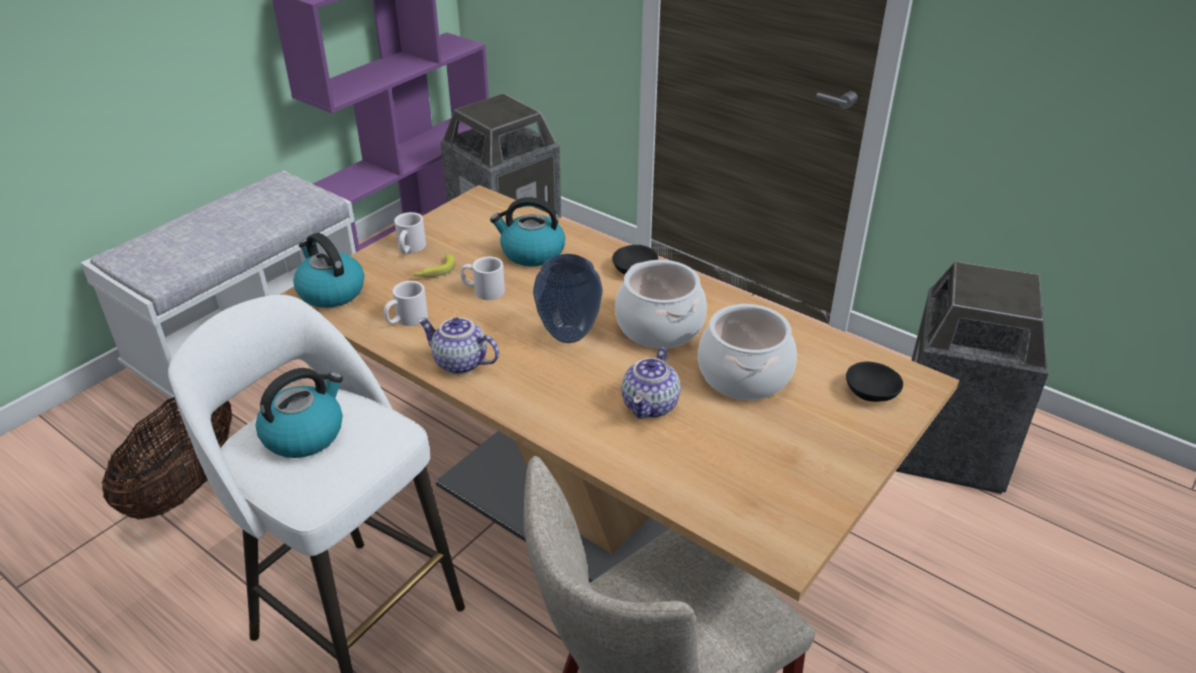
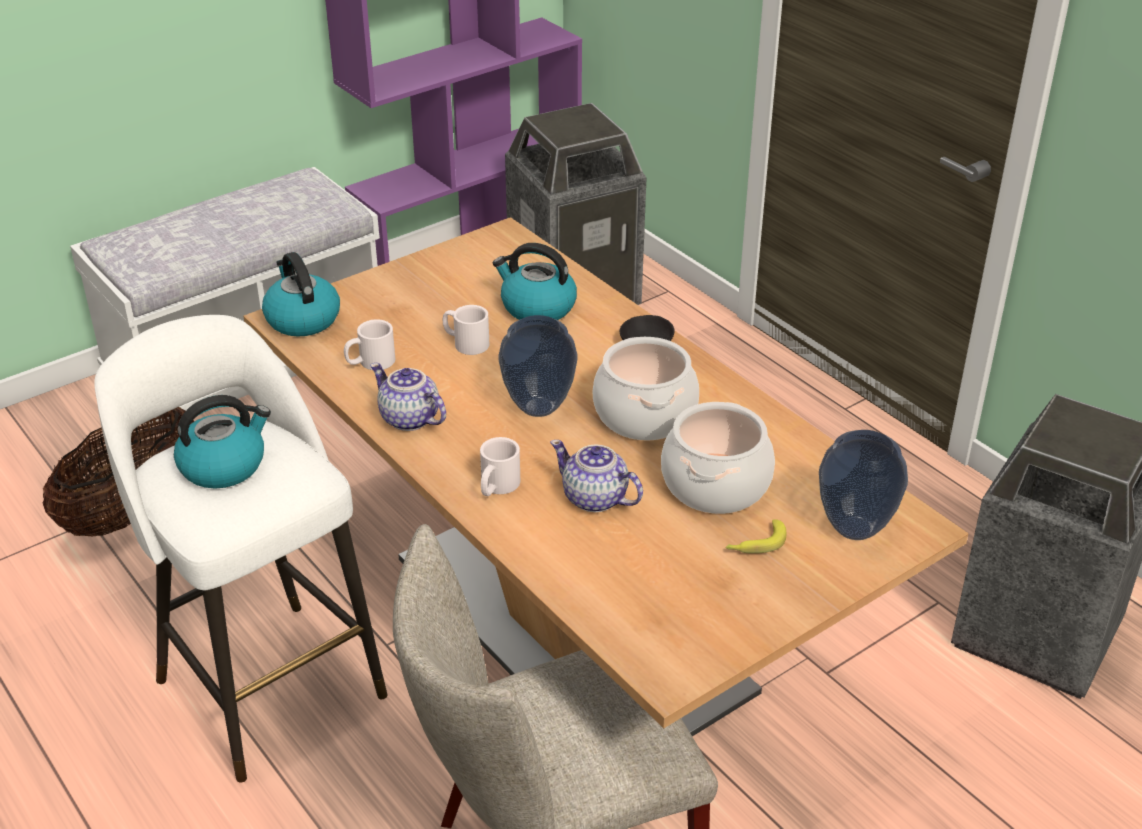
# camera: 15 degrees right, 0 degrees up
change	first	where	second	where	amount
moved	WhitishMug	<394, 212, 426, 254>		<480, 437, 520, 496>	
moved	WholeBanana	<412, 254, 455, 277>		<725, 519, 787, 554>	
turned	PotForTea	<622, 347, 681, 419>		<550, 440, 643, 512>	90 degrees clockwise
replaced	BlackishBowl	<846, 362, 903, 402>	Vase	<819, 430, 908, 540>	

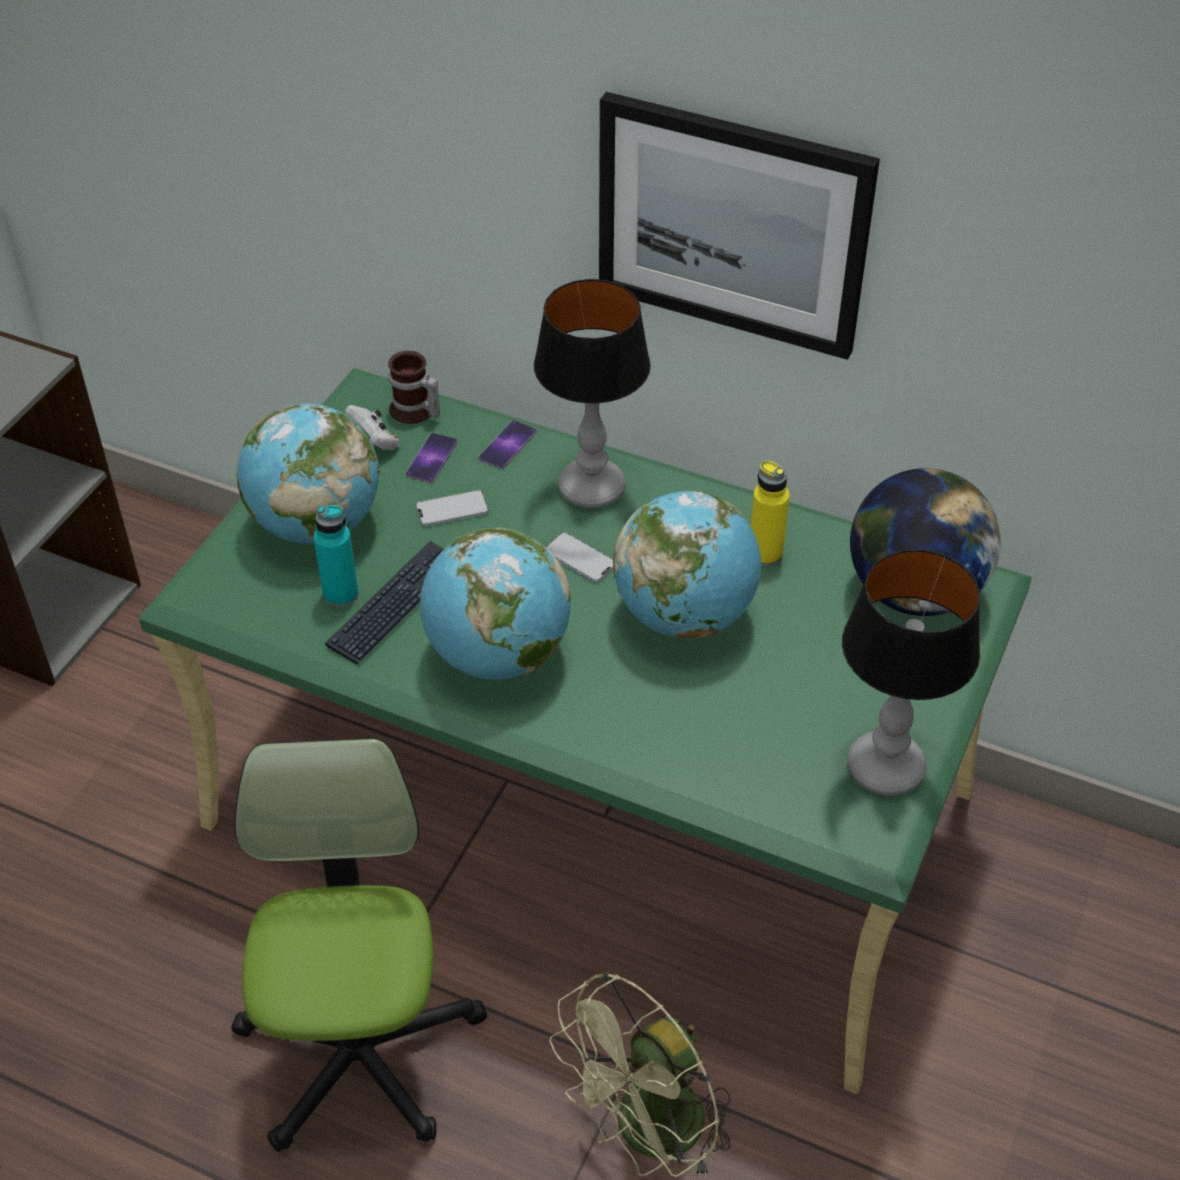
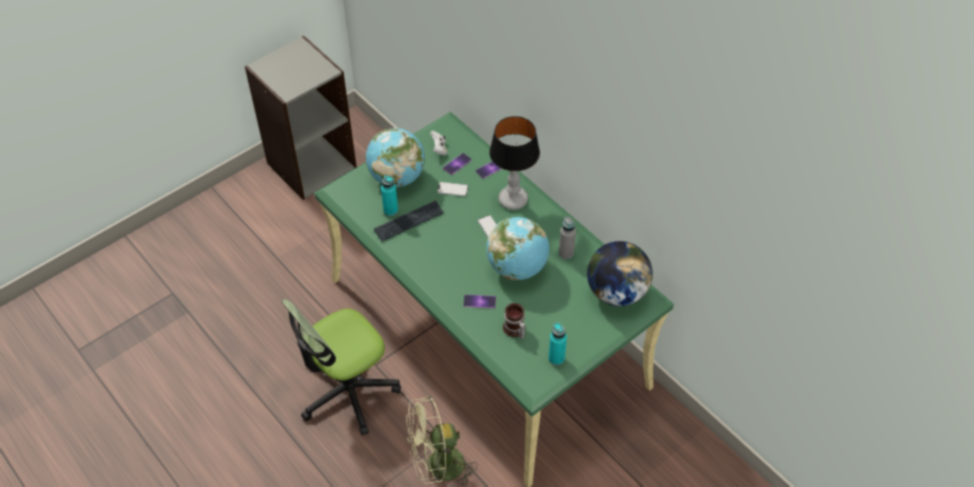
# camera: 25 degrees right, 5 degrees up
change	first	where	second	where	amount
turned	DeskChair	<231, 738, 487, 1152>		<282, 299, 401, 435>	150 degrees counterclockwise
moved	Mug	<388, 351, 440, 424>		<503, 303, 525, 339>	
removed	Globe	<420, 528, 571, 680>			
removed	WallPicture	<599, 92, 880, 360>			
recoloured	YellowishDrinkBottle	<751, 460, 790, 566>	GreyDrinkBottle	<559, 216, 576, 260>	
replaced	TableLamp	<842, 549, 981, 796>	BlueGreenDrinkBottle	<548, 322, 567, 365>	
added			Telephone	<463, 294, 496, 308>	

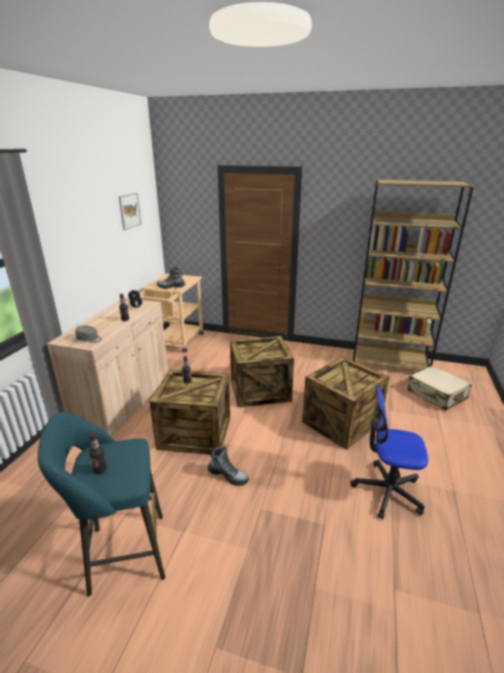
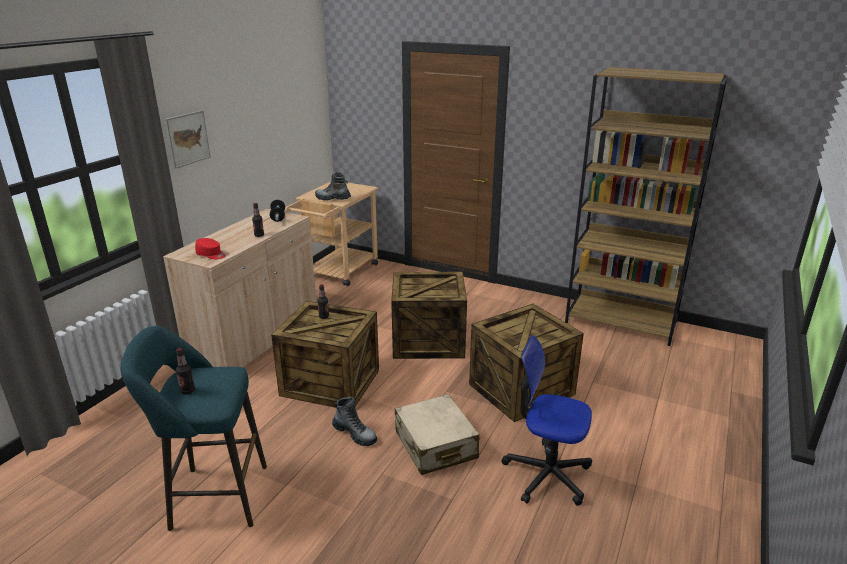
# camera: 10 degrees right, 0 degrees up
change	first	where	second	where	amount
recoloured	GreyPeakedCap	<75, 325, 102, 343>	RedPeakedCap	<195, 238, 225, 259>	
moved	WallPicture	<119, 193, 142, 230>		<165, 110, 211, 169>	
moved	BeigeTravelCase	<408, 366, 472, 411>		<395, 394, 480, 475>	

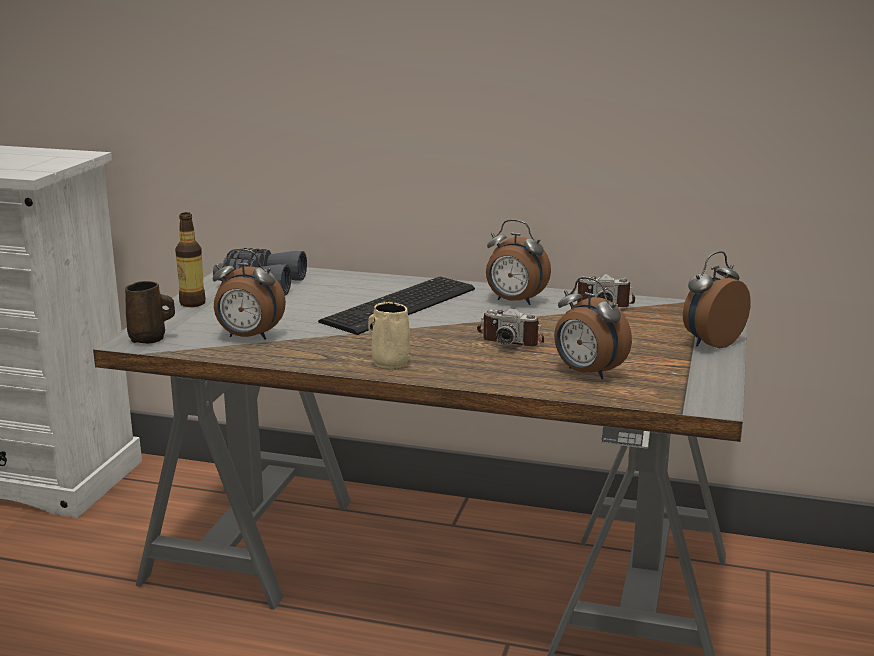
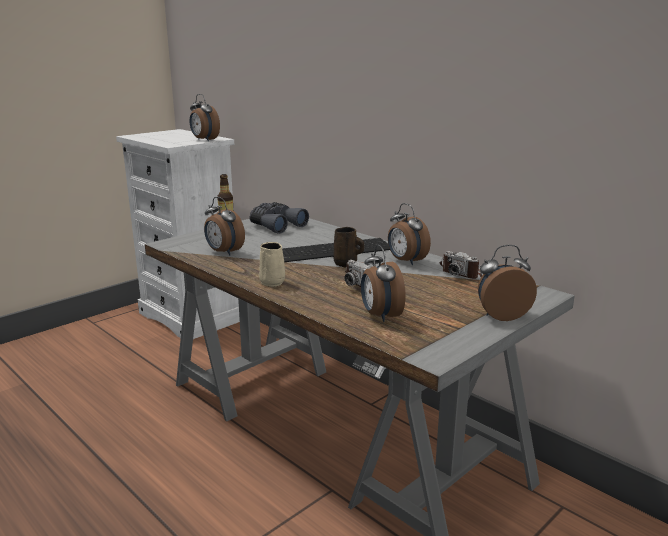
# camera: 30 degrees right, 0 degrees up
change	first	where	second	where	amount
moved	BrownMug	<125, 281, 175, 344>		<334, 227, 364, 268>	
added			BedsideClock	<190, 94, 220, 141>	

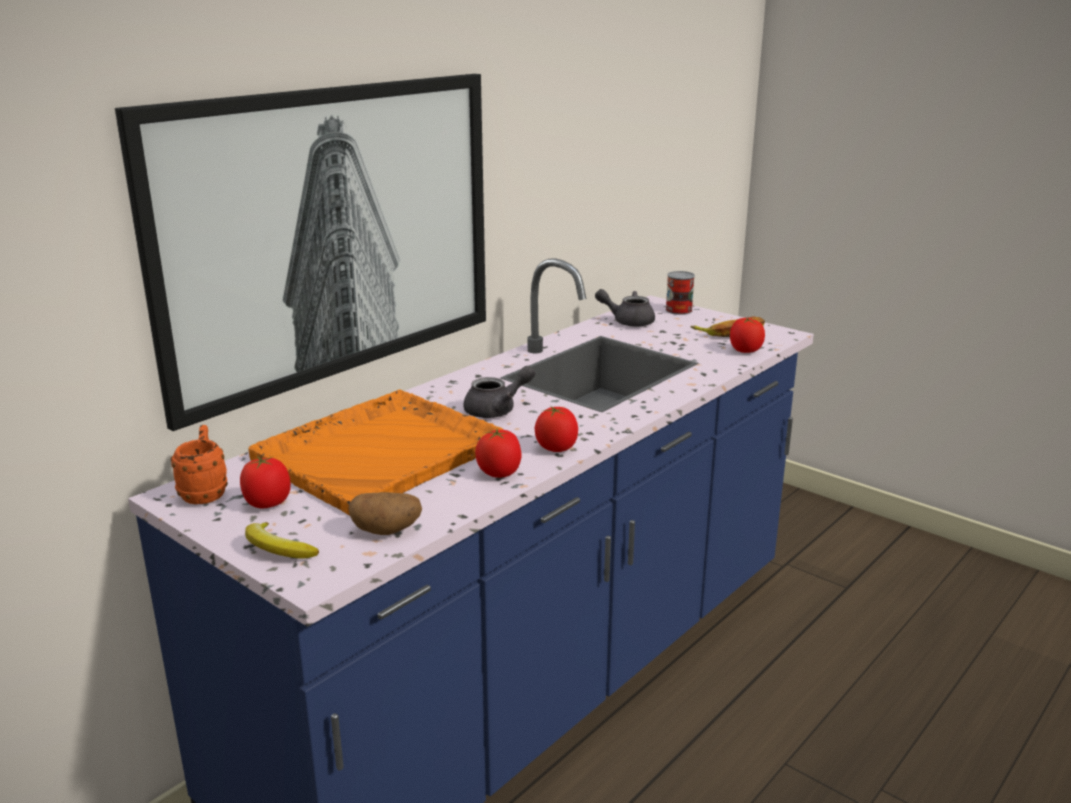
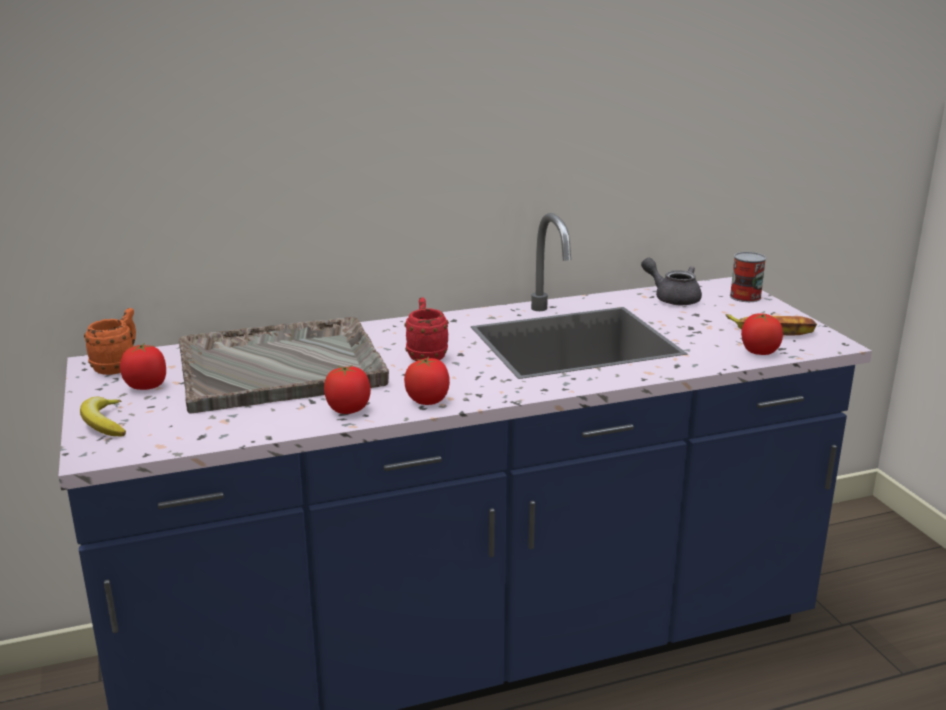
# camera: 30 degrees right, 0 degrees up
change	first	where	second	where	amount
removed	WallPicture	<115, 74, 486, 431>			
recoloured	OrangeColouredTray	<248, 389, 504, 515>	GreyTray	<179, 316, 389, 413>	
removed	WholePotato	<348, 492, 422, 535>			
replaced	GreyPotForTea	<463, 366, 535, 418>	RedMug	<405, 297, 449, 361>	

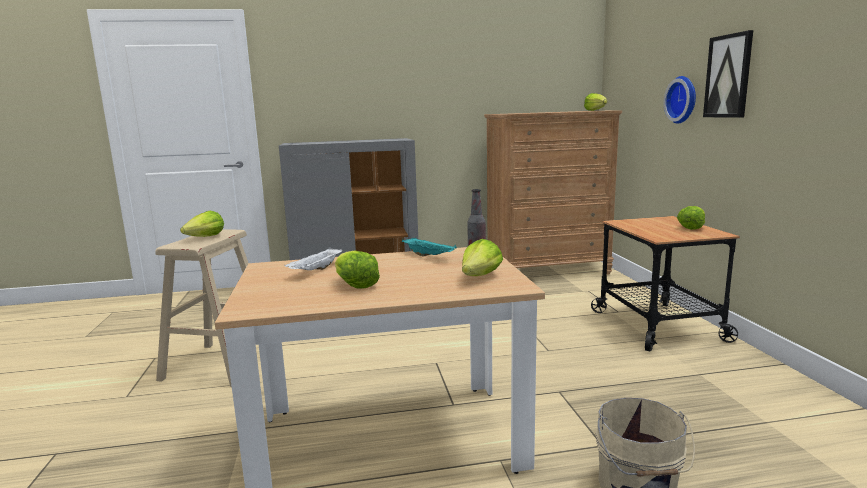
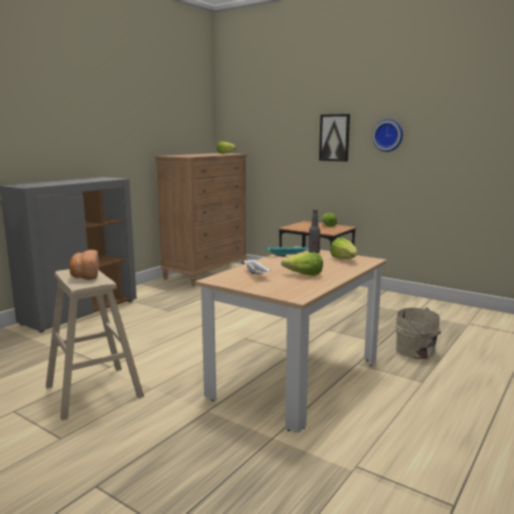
# camera: 45 degrees left, 0 degrees up
change	first	where	second	where	amount
replaced	HeadOfLettuce	<180, 210, 224, 237>	BakeryBread	<69, 250, 99, 280>	
moved	ClockOnTheWall	<664, 76, 696, 124>		<372, 119, 403, 152>	

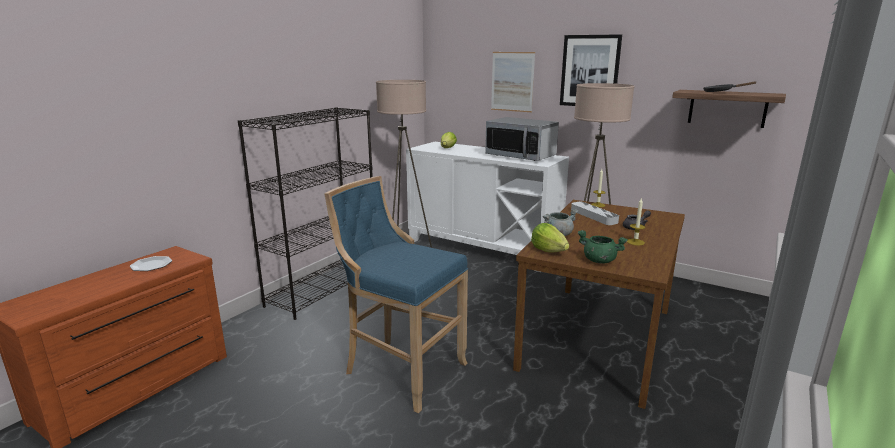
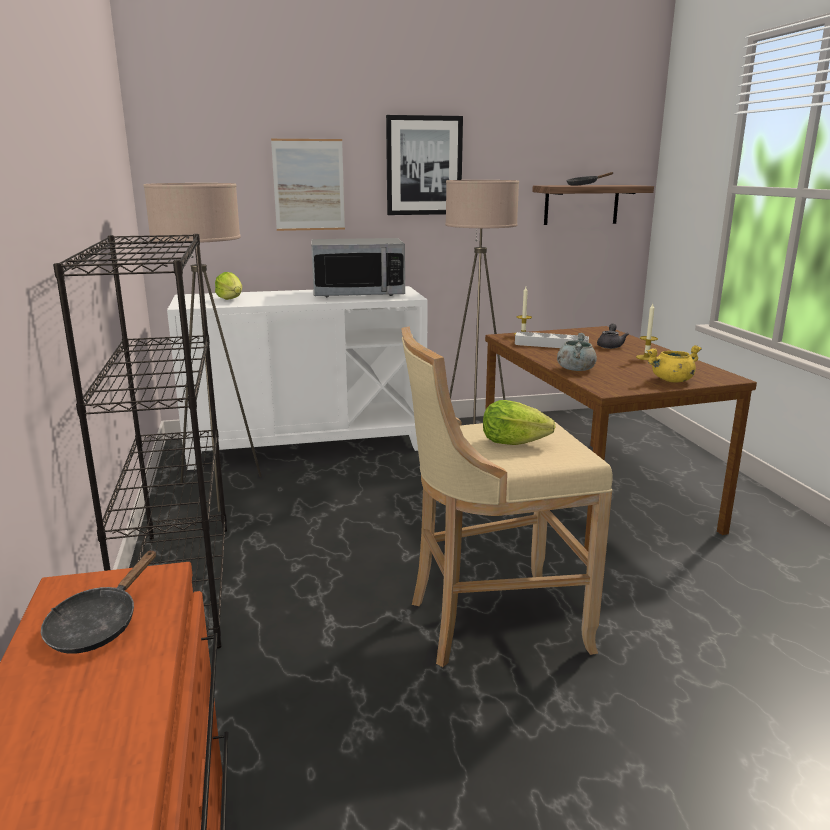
# camera: 45 degrees left, 0 degrees up
change	first	where	second	where	amount
replaced	FlatDish	<130, 256, 172, 271>	BlackishPan	<41, 550, 156, 654>	
recoloured	BlueStoolSeat	<324, 176, 468, 413>	BeigeStoolSeat	<401, 326, 613, 667>	
moved	HeadOfLettuce	<531, 223, 569, 252>		<483, 400, 555, 445>	
recoloured	GreenSaucepot	<578, 230, 628, 264>	YellowishSaucepot	<646, 345, 702, 383>	

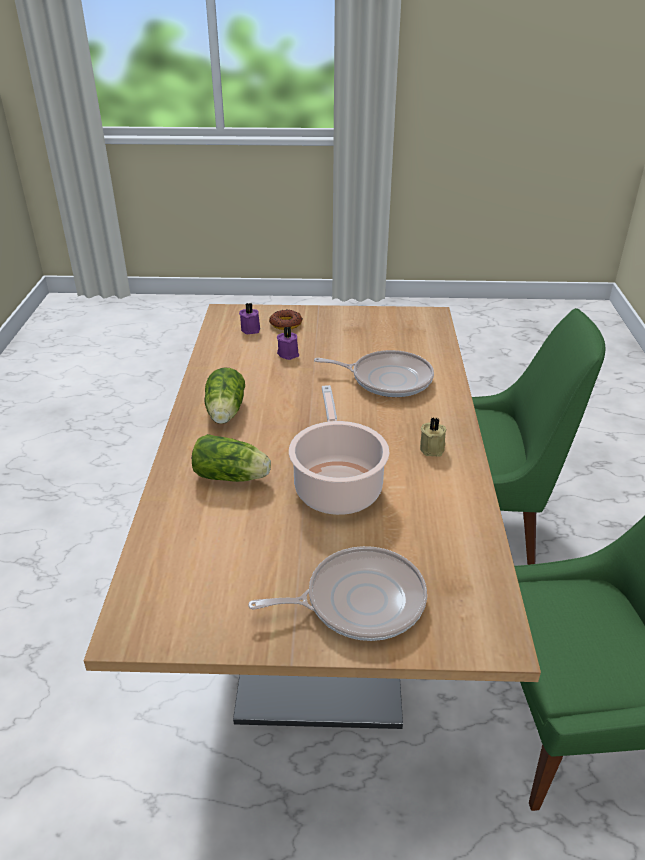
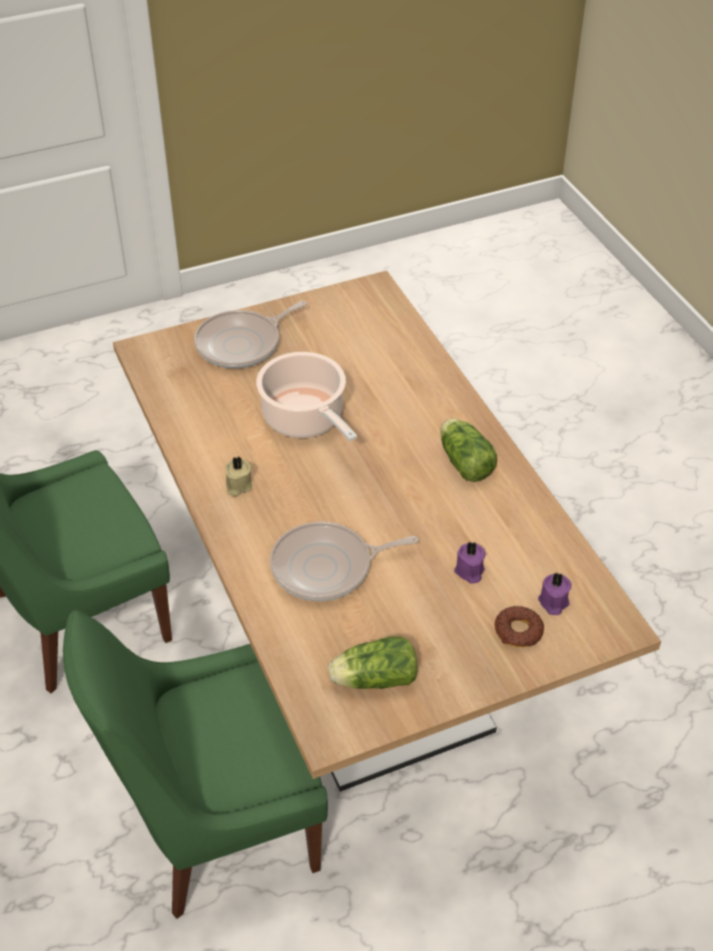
# camera: 155 degrees right, 10 degrees up
change	first	where	second	where	amount
moved	HeadOfLettuce	<192, 434, 271, 482>		<328, 637, 418, 689>	

